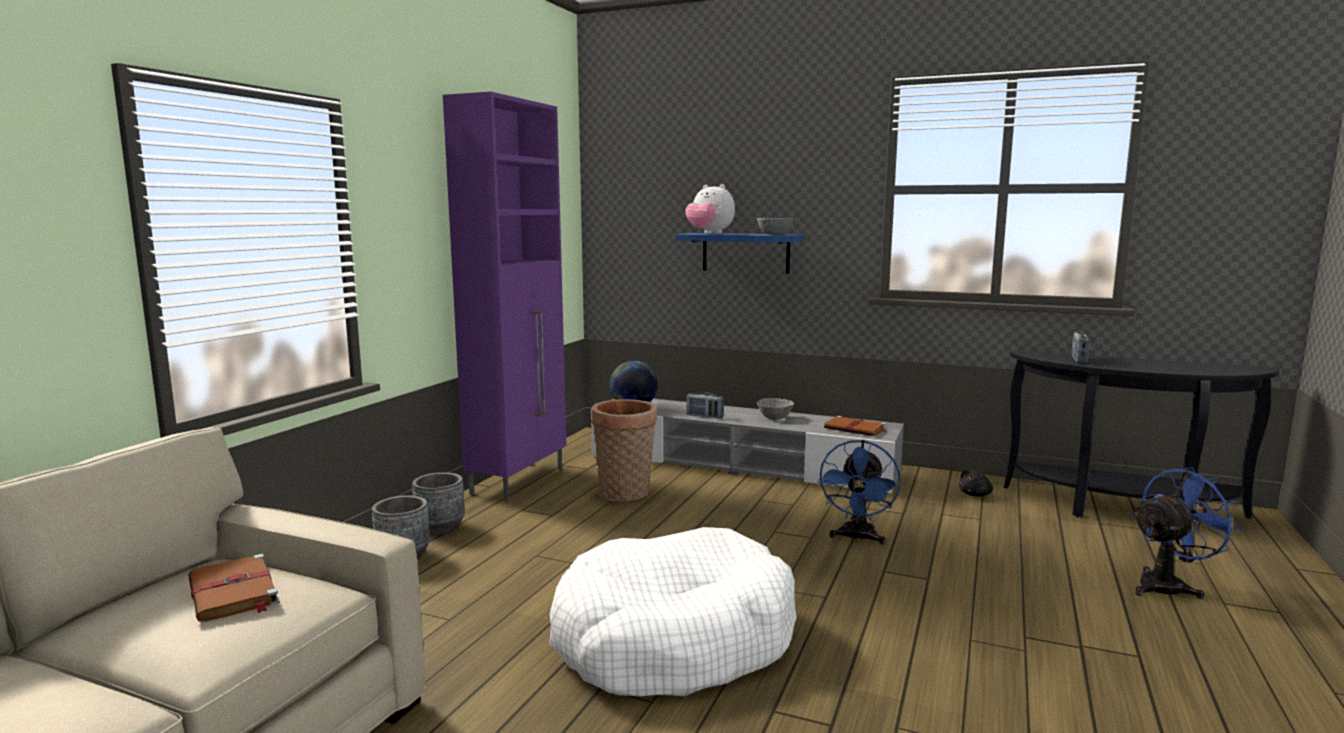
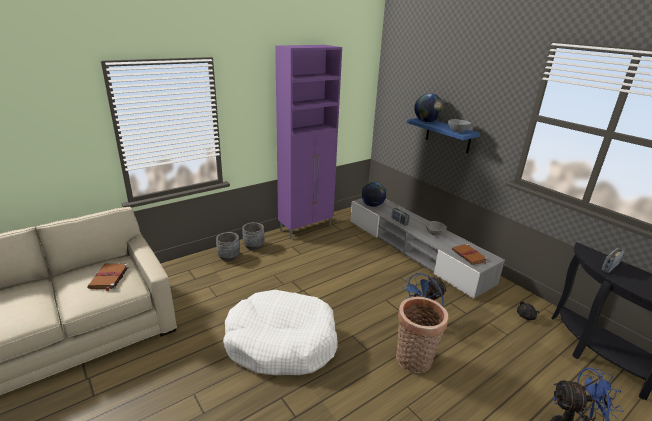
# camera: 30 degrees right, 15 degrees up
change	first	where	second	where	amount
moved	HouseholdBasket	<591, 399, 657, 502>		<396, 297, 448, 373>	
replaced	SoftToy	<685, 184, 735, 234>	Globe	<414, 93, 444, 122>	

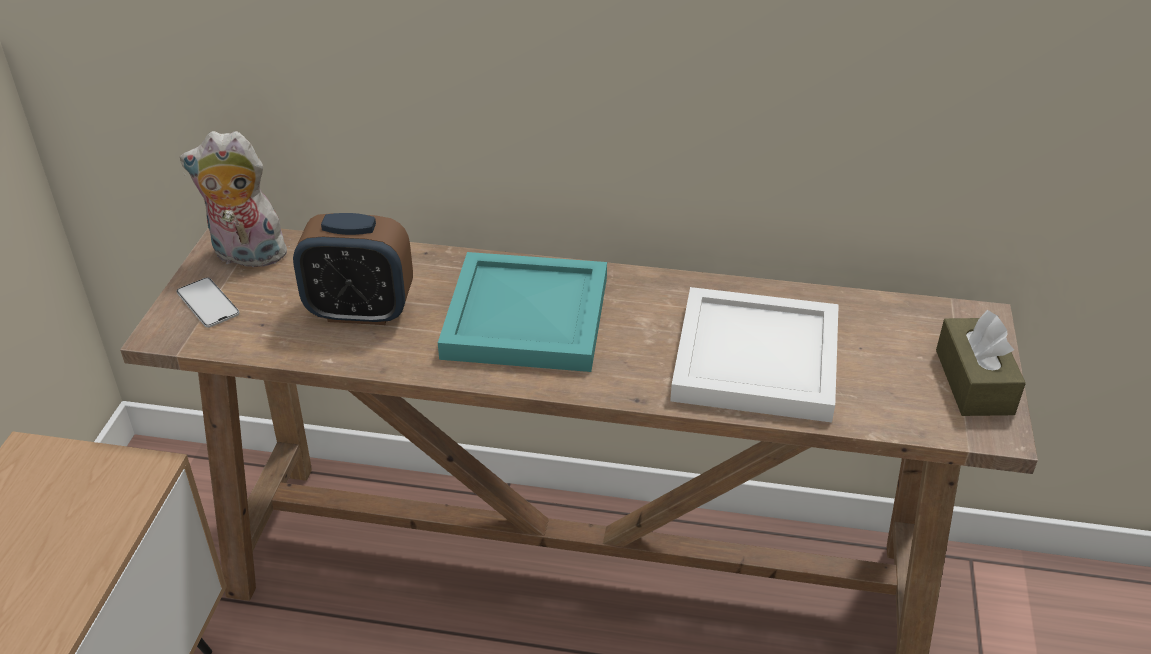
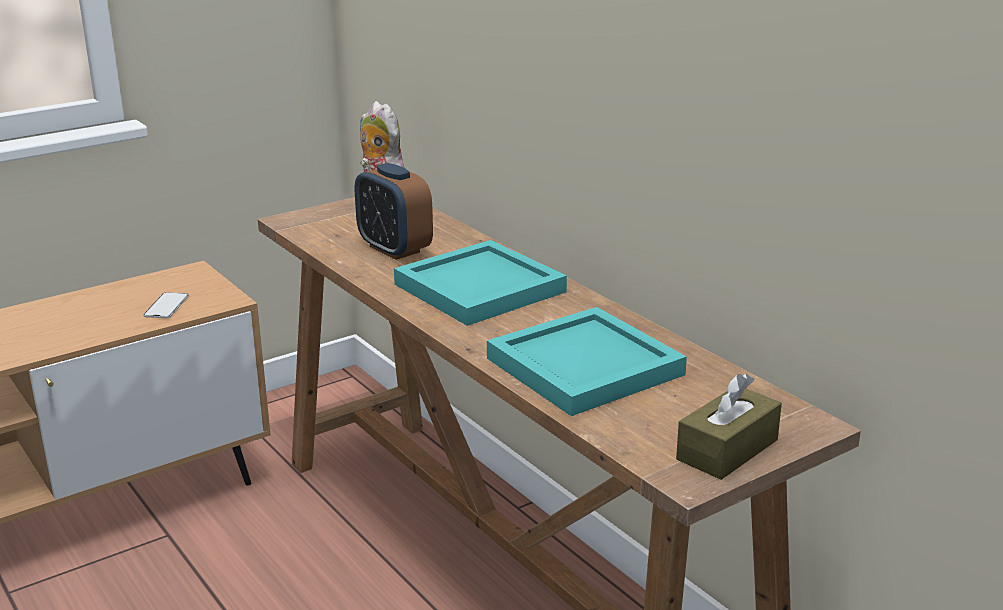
# camera: 45 degrees right, 15 degrees down
change	first	where	second	where	amount
moved	Telephone	<176, 278, 240, 328>		<143, 292, 189, 318>	
recoloured	WhitishTray	<670, 287, 839, 423>	BlueGreenTray	<487, 307, 687, 416>	

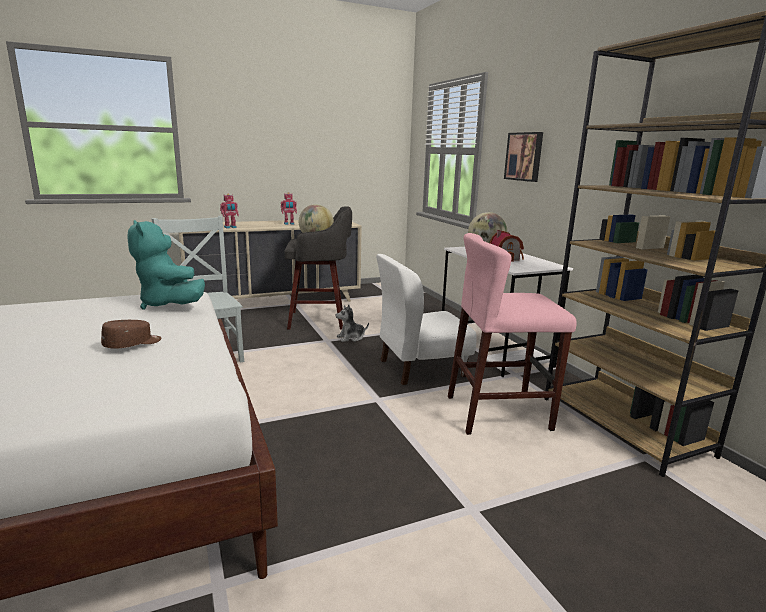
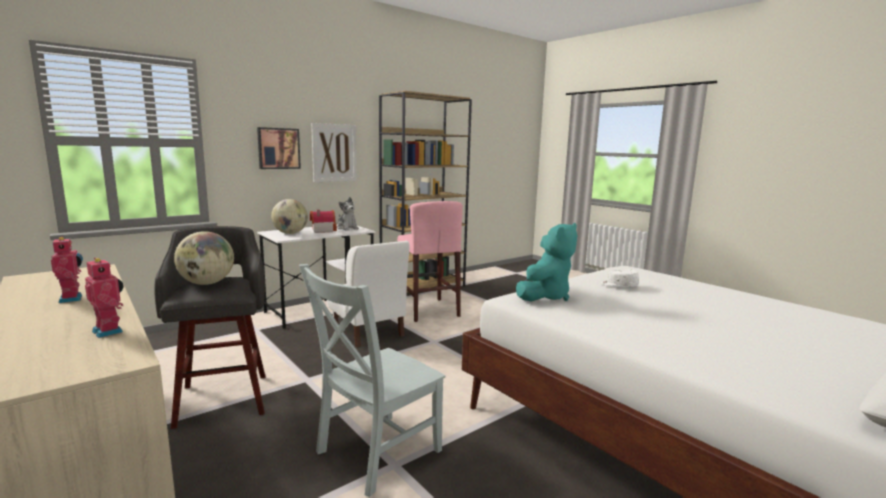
# camera: 105 degrees left, 5 degrees down
change	first	where	second	where	amount
recoloured	BrownPeakedCap	<101, 320, 161, 349>	WhitishPeakedCap	<601, 270, 639, 287>	
moved	SoftToy	<335, 304, 369, 342>		<337, 197, 359, 231>	
added			WallPicture	<311, 123, 357, 182>	

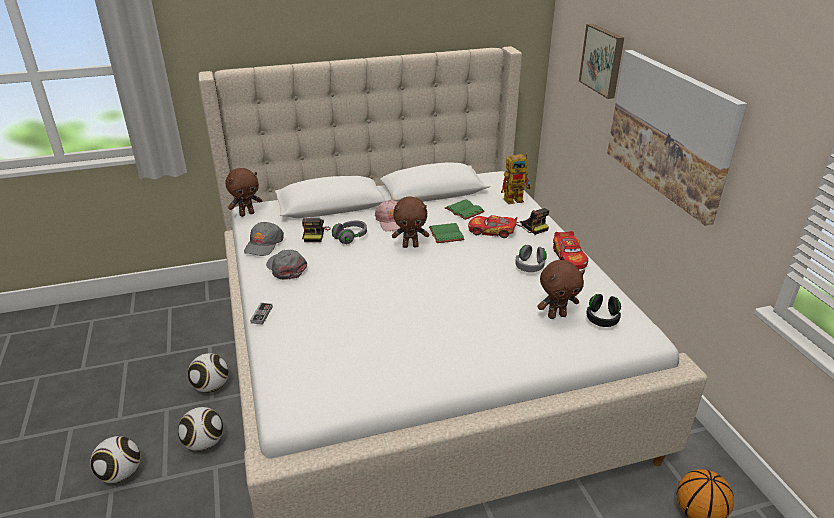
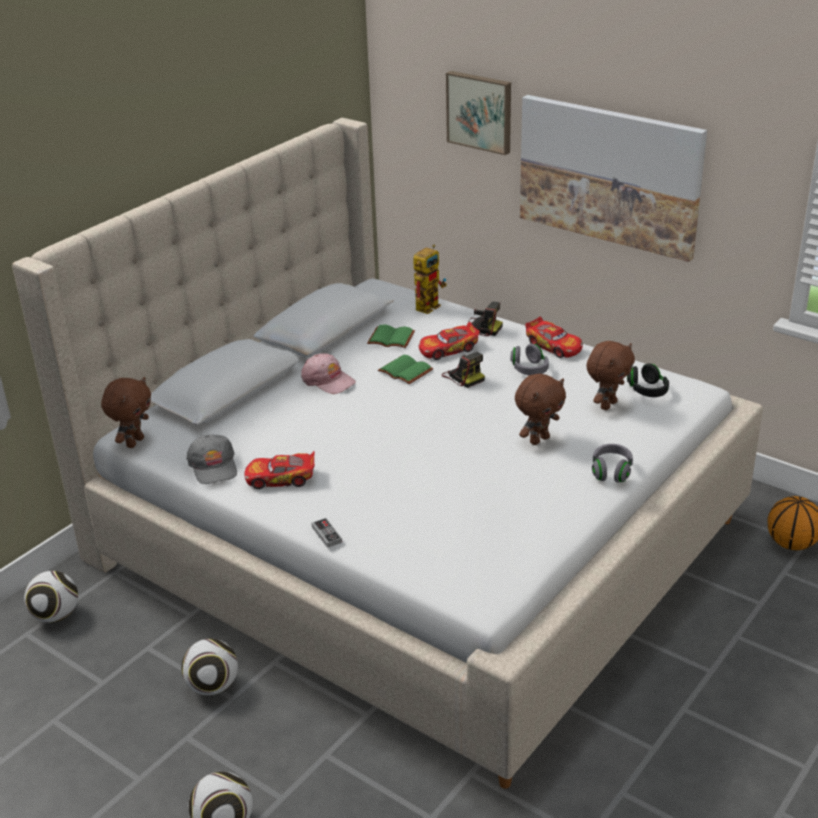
# camera: 35 degrees left, 0 degrees up
change	first	where	second	where	amount
moved	BallForFootball	<178, 407, 223, 451>		<24, 571, 78, 623>	
replaced	GreyPeakedCap	<266, 250, 307, 280>	ToyCar	<244, 451, 315, 489>	
moved	PhotoCamera	<302, 218, 331, 242>		<442, 352, 485, 388>	
moved	GreyPairOfHeadphones	<332, 220, 367, 244>		<592, 444, 633, 483>	
moved	BrownSoftToy	<392, 196, 429, 248>		<515, 374, 566, 445>	

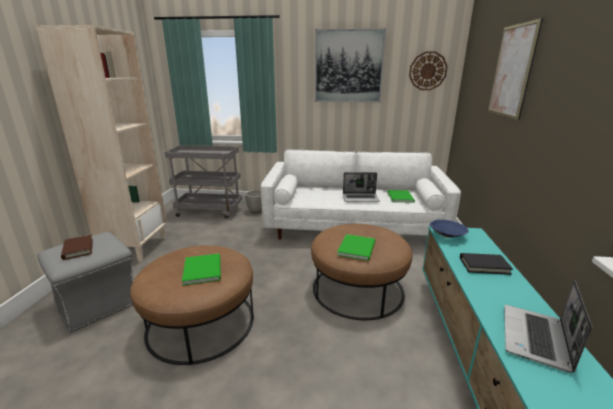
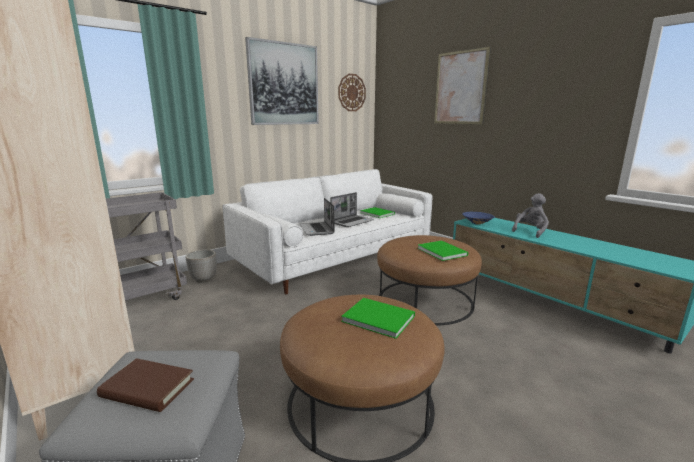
# camera: 45 degrees left, 5 degrees down
change	first	where	second	where	amount
replaced	BlackishVolume	<460, 253, 513, 275>	GreySoftToy	<512, 193, 549, 238>	
moved	Laptop	<504, 280, 592, 373>		<299, 198, 335, 236>	

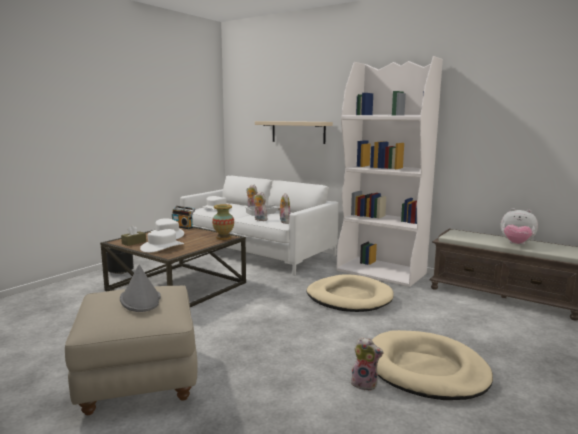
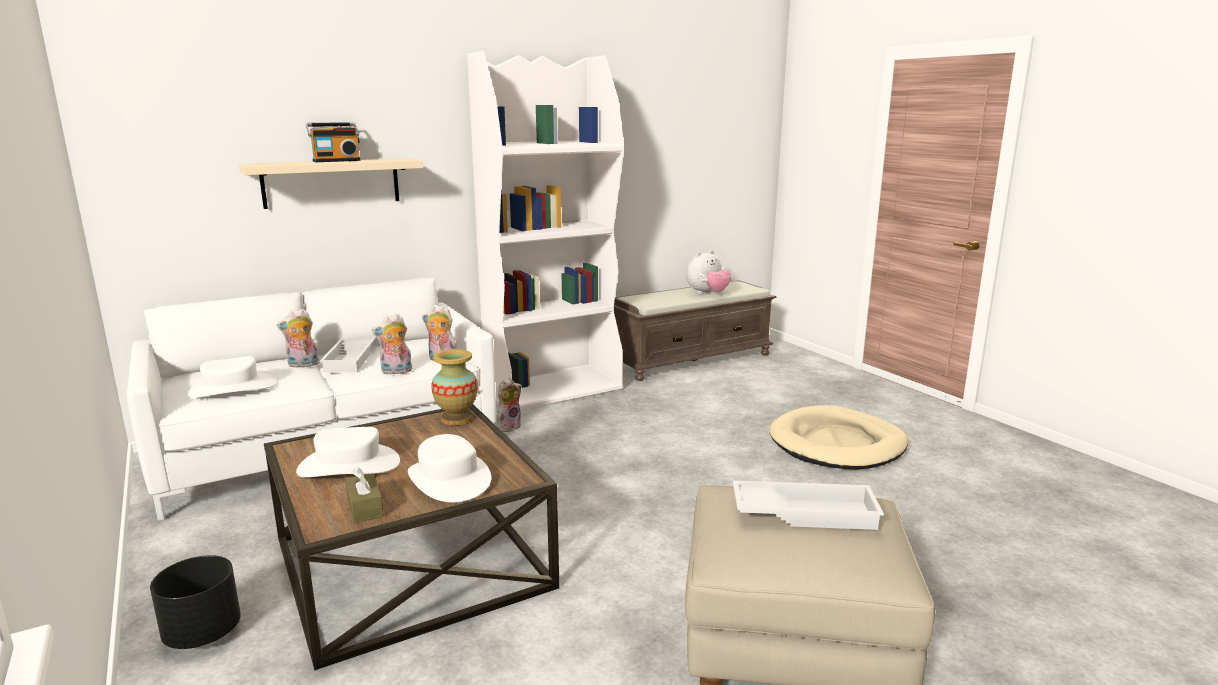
# camera: 65 degrees left, 5 degrees up
change	first	where	second	where	amount
replaced	GreyWearableHat	<120, 265, 161, 312>	WhitishTray	<733, 480, 884, 530>	
moved	RadioReceiver	<172, 206, 195, 229>		<306, 122, 361, 162>	
removed	BeigeDogBed	<307, 274, 394, 312>			
moved	SoftToy	<351, 337, 384, 391>		<497, 378, 522, 433>	

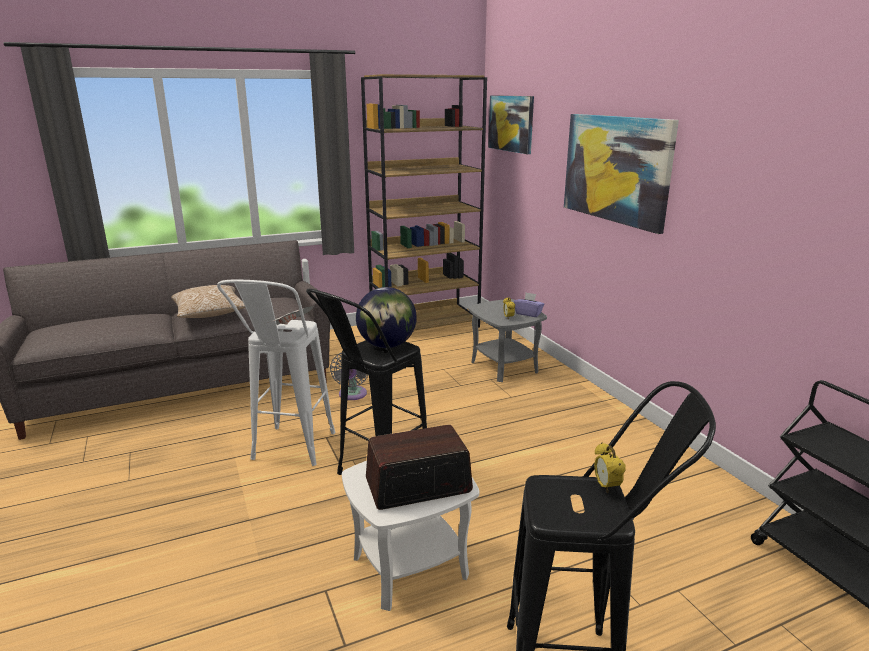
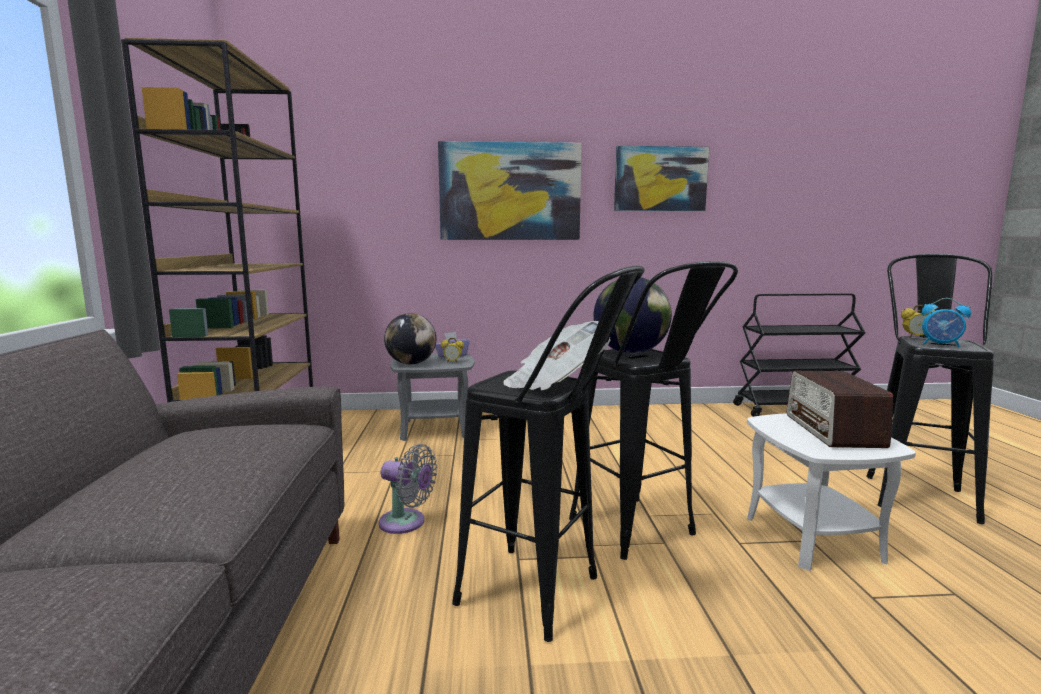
# camera: 70 degrees left, 10 degrees down
change	first	where	second	where	amount
removed	Cushion	<171, 285, 245, 318>			
recoloured	WhitishStoolSeat	<217, 279, 335, 466>	BlackishStoolSeat	<452, 266, 645, 642>	
moved	WallPicture	<488, 95, 534, 154>		<614, 146, 709, 211>	
added			Globe	<384, 313, 436, 364>	
added			BedsideClock	<922, 298, 971, 347>	

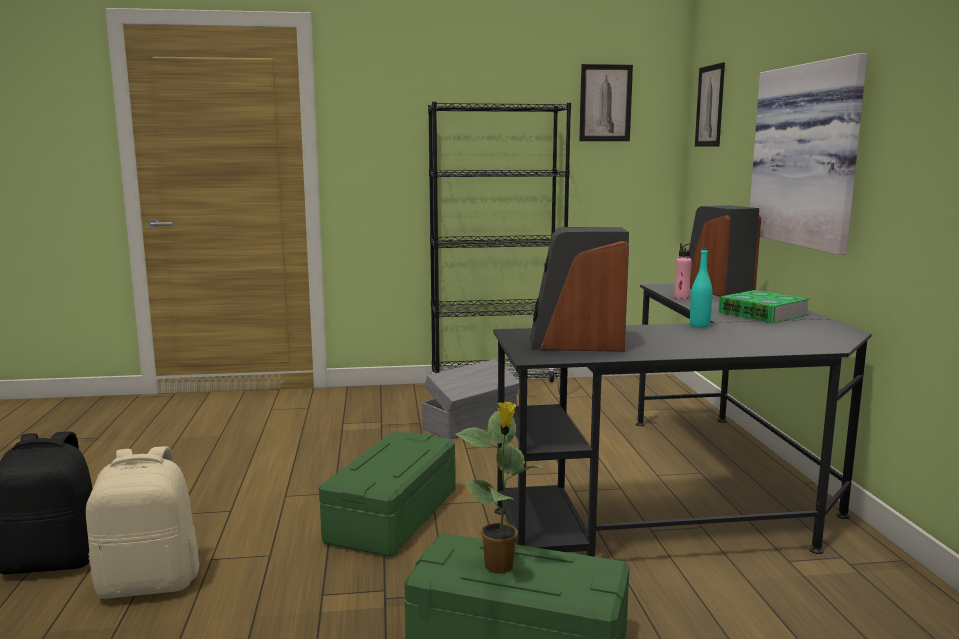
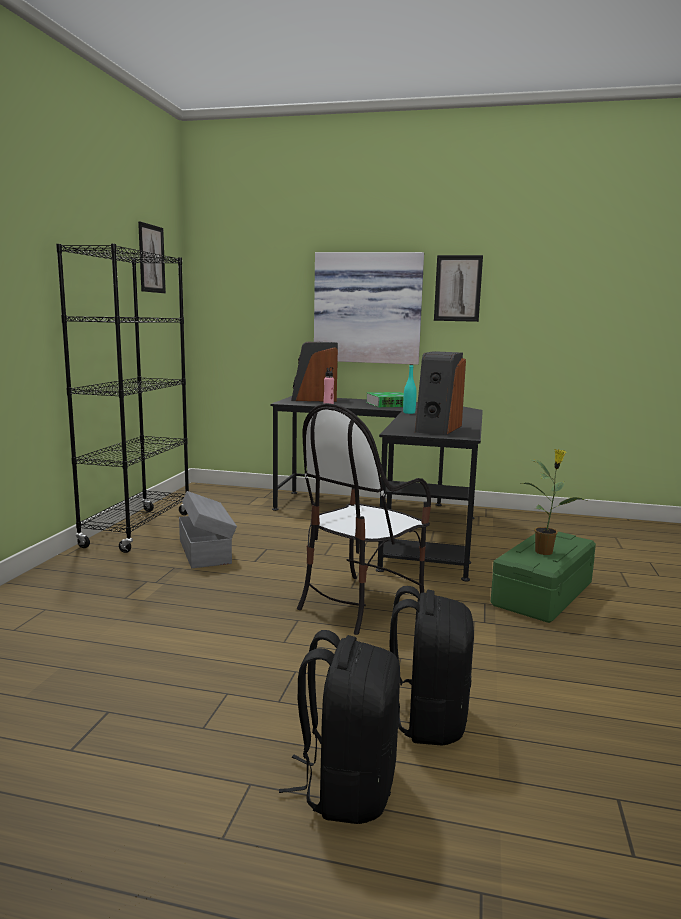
# camera: 70 degrees left, 0 degrees up
change	first	where	second	where	amount
recoloured	BeigeBackpack	<86, 446, 199, 599>	BlackishBackpack	<390, 586, 474, 746>	
replaced	GreenStorageBin	<319, 431, 456, 557>	Chair	<297, 403, 431, 635>	
moved	WallPicture	<695, 62, 725, 147>		<434, 255, 483, 322>	

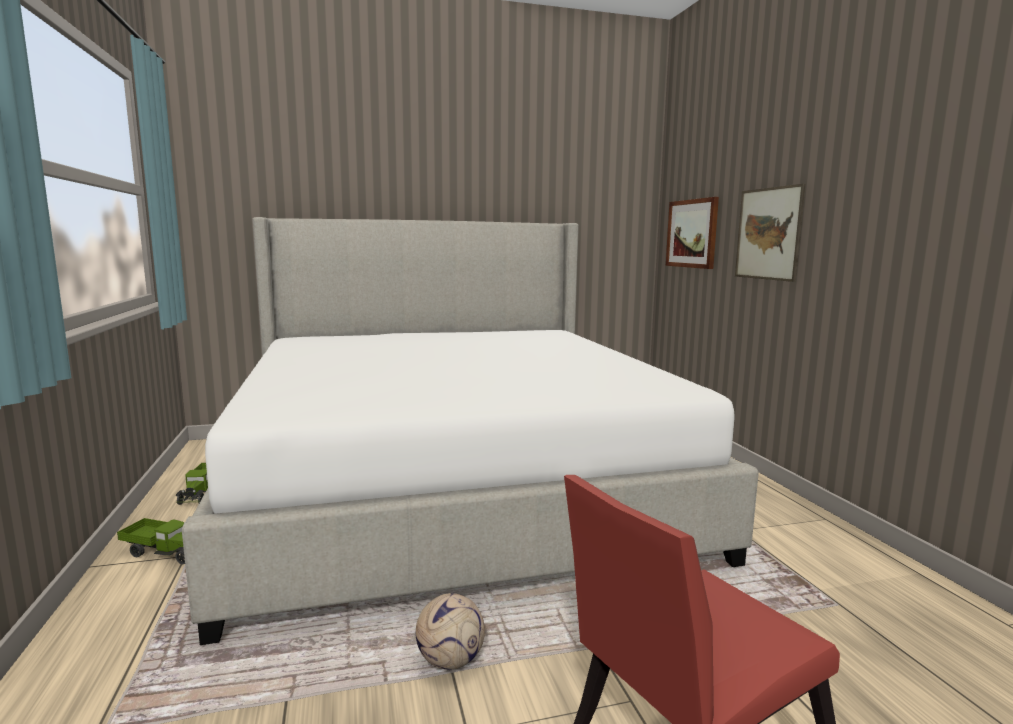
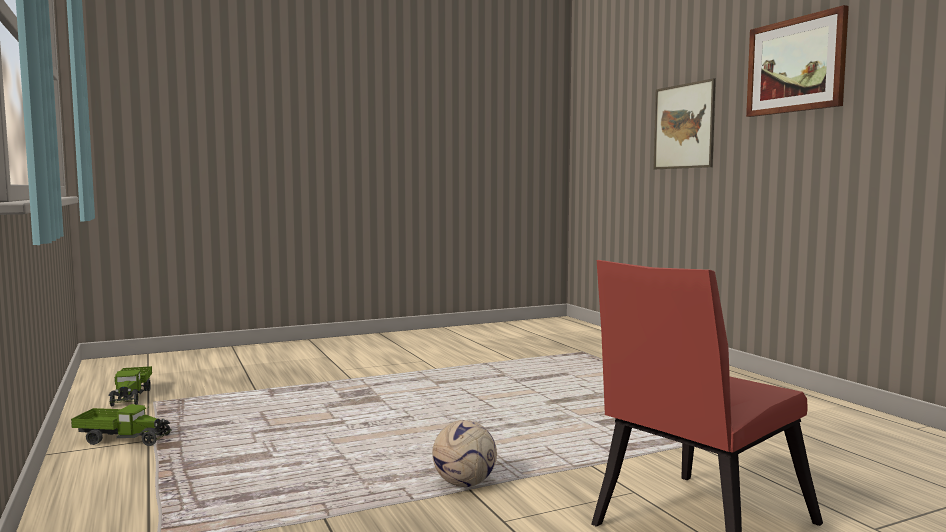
# camera: 10 degrees left, 5 degrees down
change	first	where	second	where	amount
removed	Bed	<182, 217, 759, 645>			
moved	WallPicture	<666, 197, 719, 269>		<746, 5, 849, 117>	

